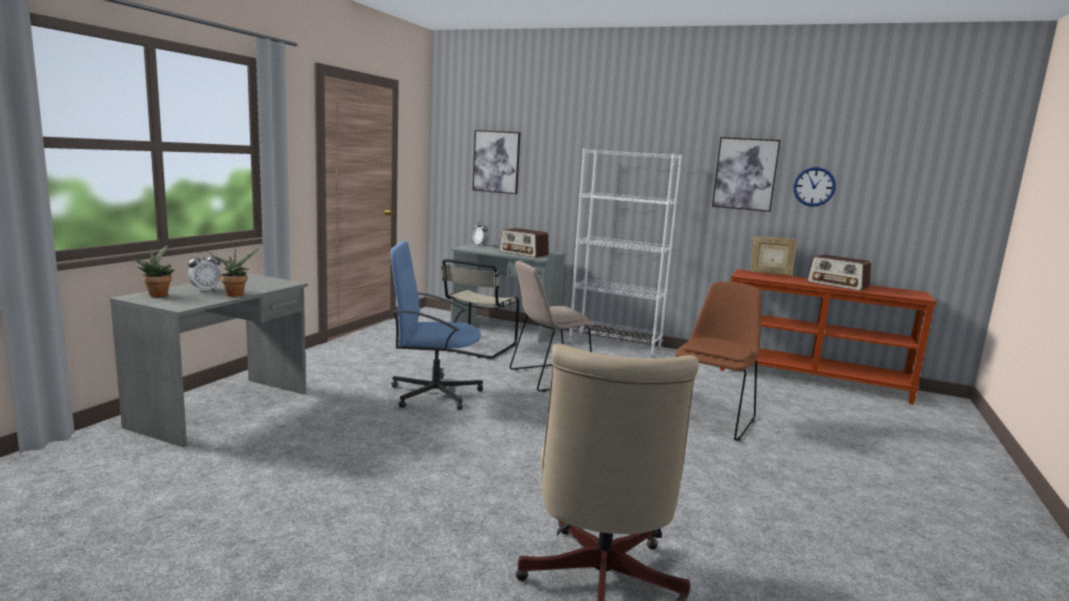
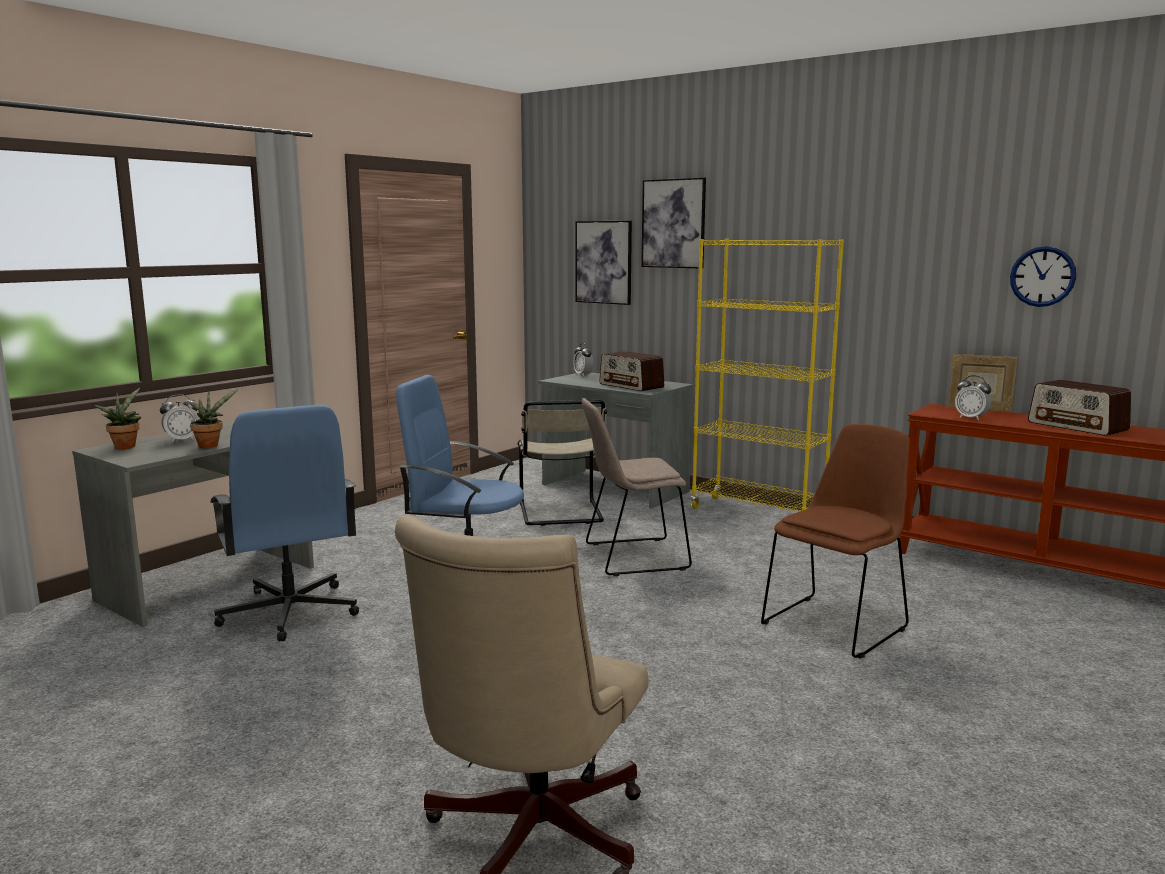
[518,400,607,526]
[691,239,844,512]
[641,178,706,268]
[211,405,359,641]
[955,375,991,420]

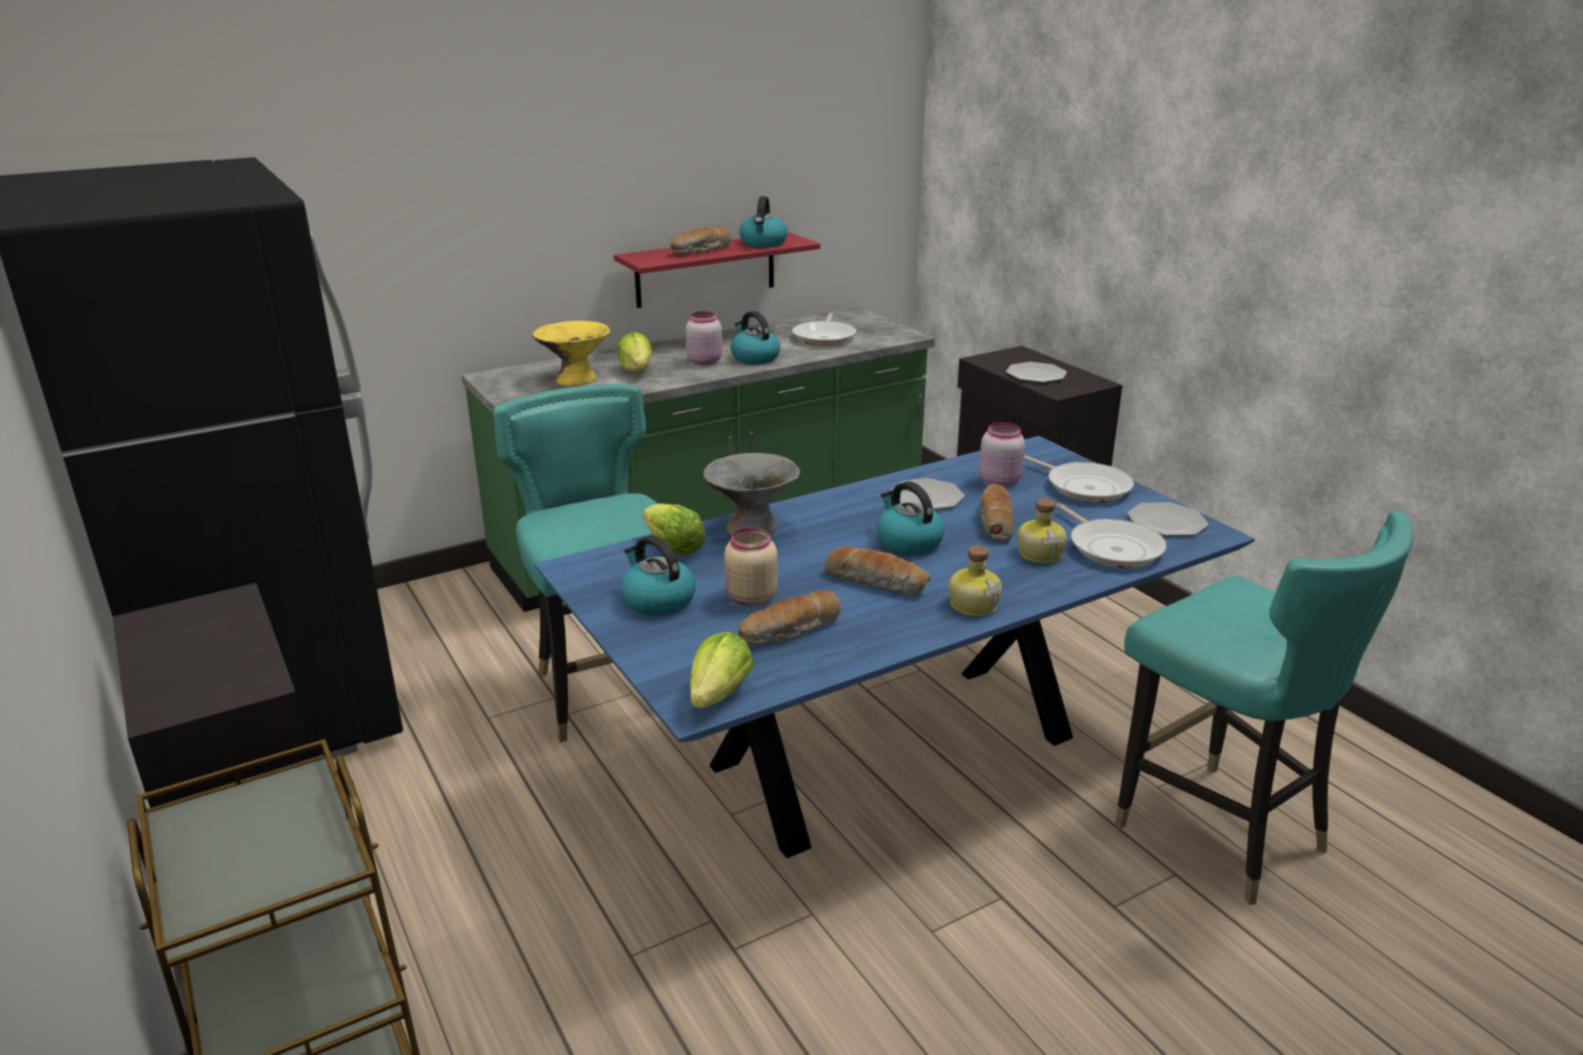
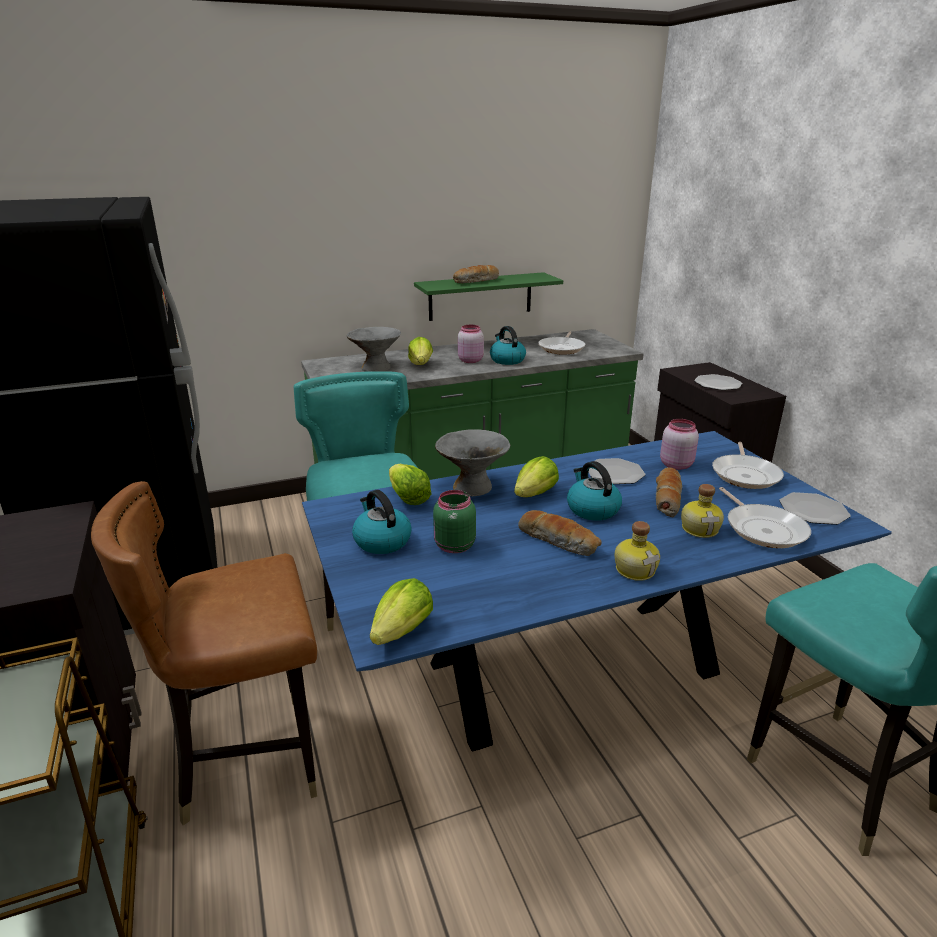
[346,327,401,372]
[414,272,563,321]
[433,490,476,553]
[738,590,841,645] (first image)
[739,196,788,248] (first image)
[712,442,784,489]
[91,481,317,825]
[514,456,559,497]

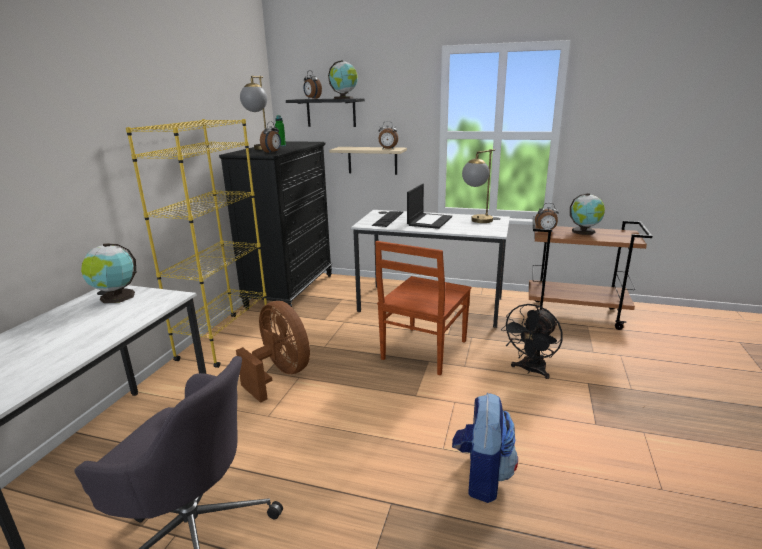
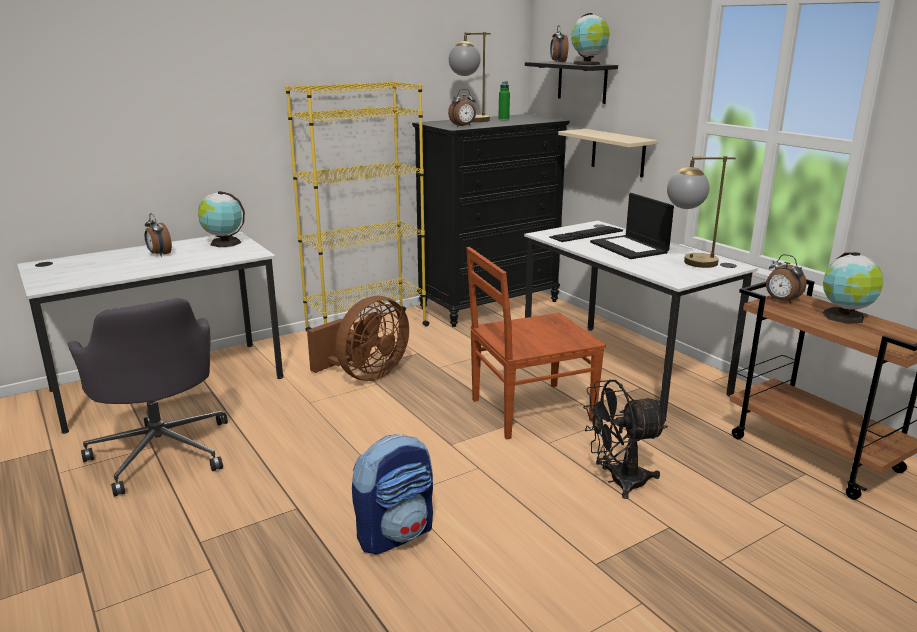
[307,296,409,381]
[144,213,172,257]
[590,193,674,259]

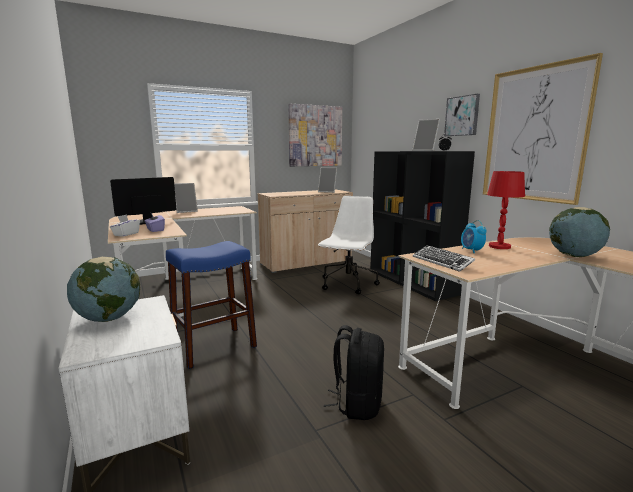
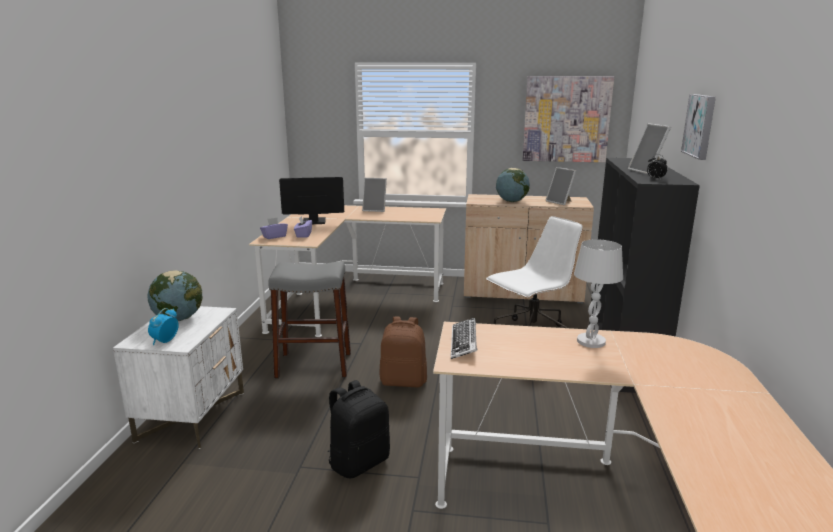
[260,218,288,239]
[268,262,351,378]
[148,308,179,345]
[483,53,603,205] (first image)
[574,239,623,348]
[496,168,530,202]
[380,317,427,387]

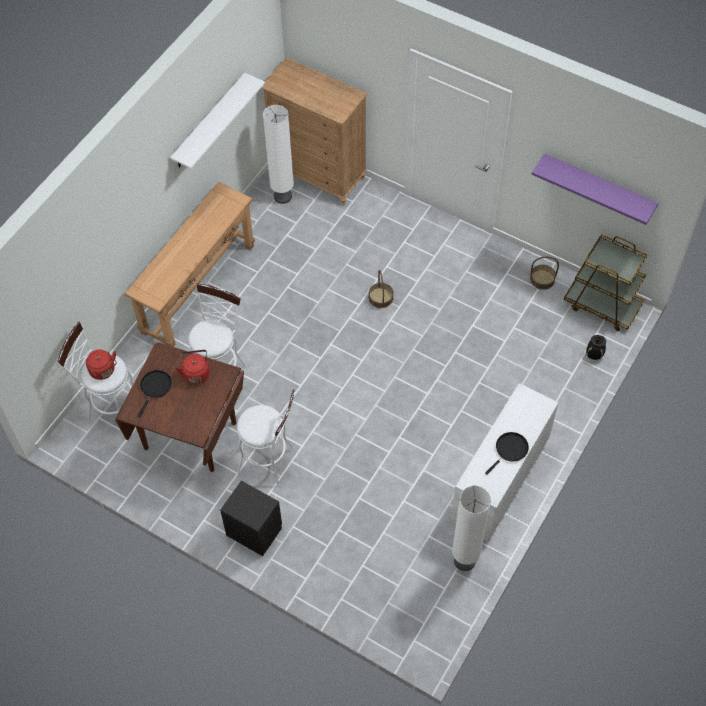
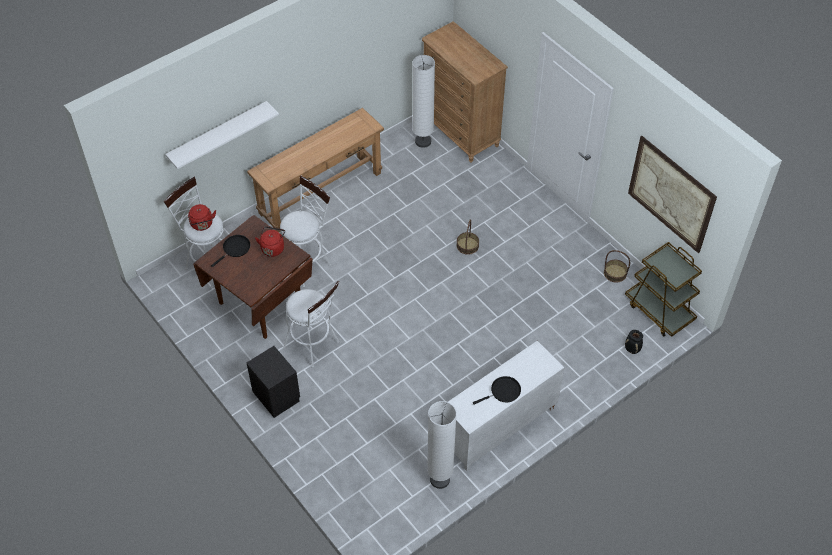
[165,101,279,169]
[628,136,717,253]

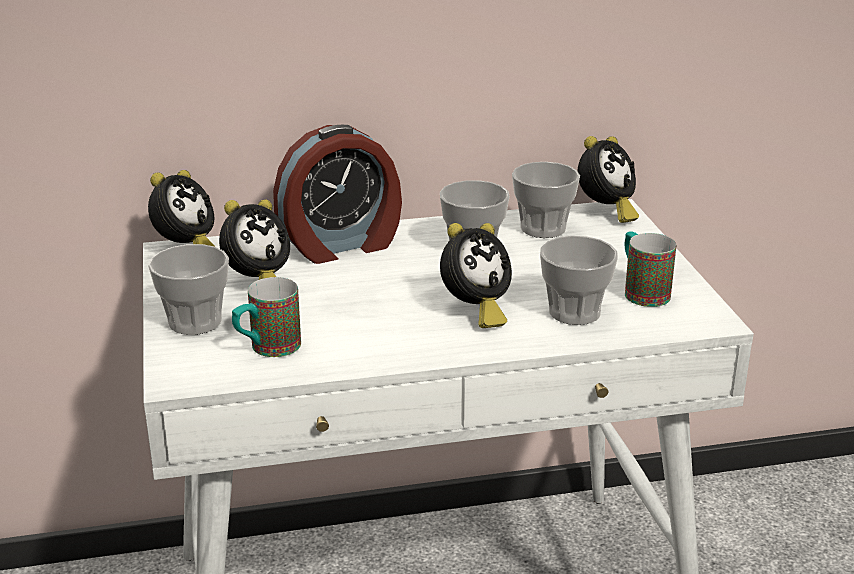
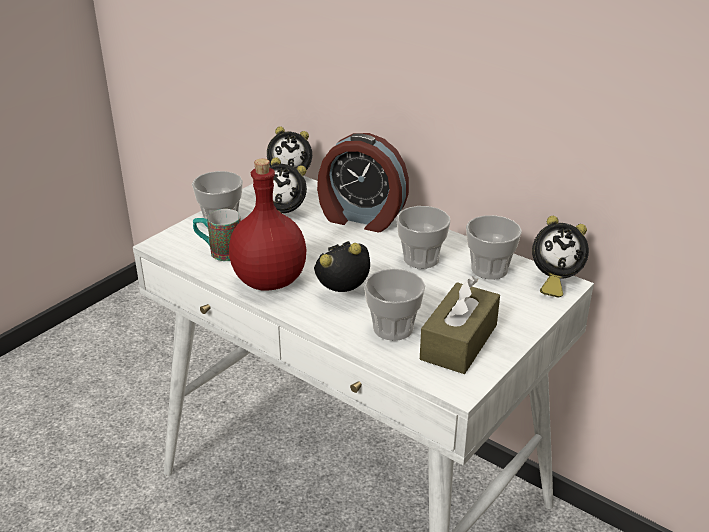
[314,241,370,292]
[420,276,500,374]
[229,158,306,291]

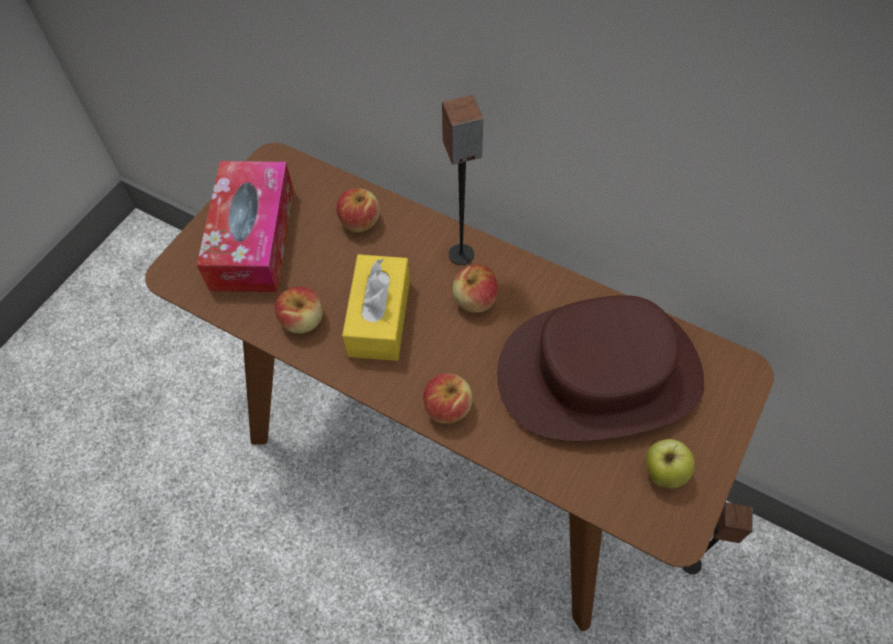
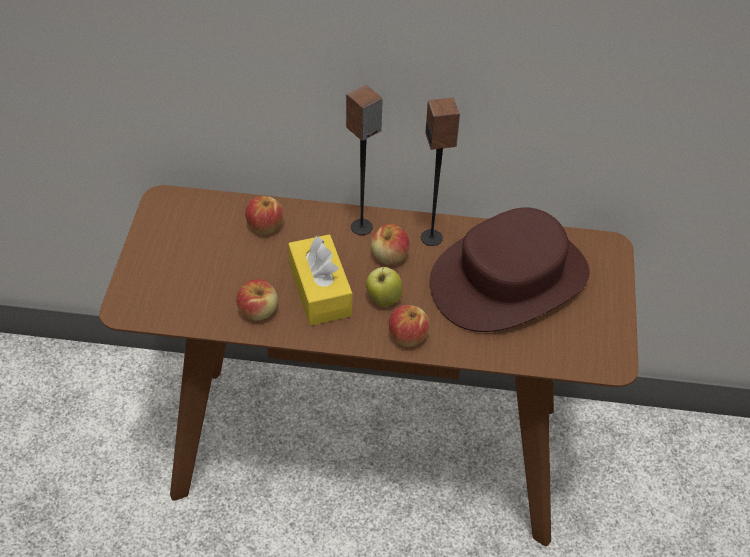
[197,161,294,292] (first image)
[366,267,403,307]
[421,98,460,246]

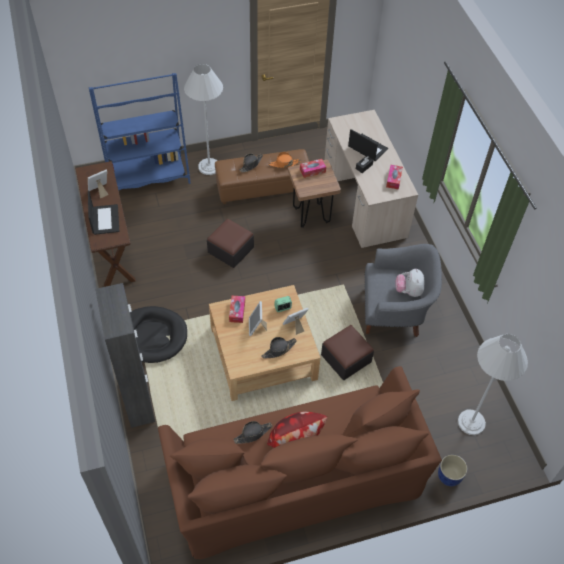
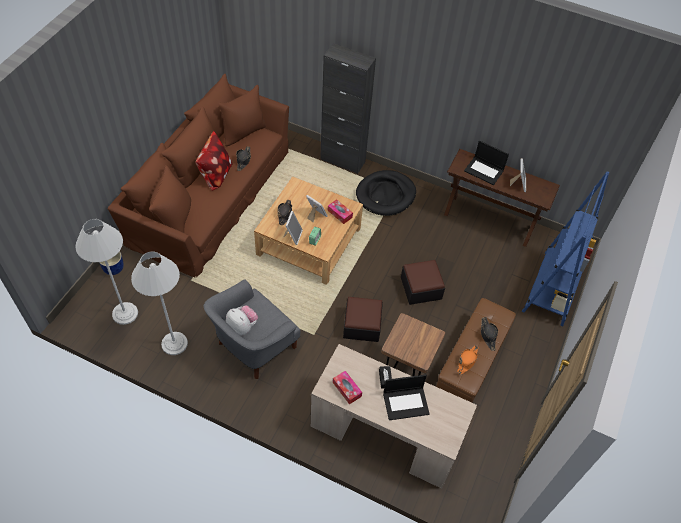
[131,252,188,355]
[300,159,326,178] (first image)
[343,297,383,342]

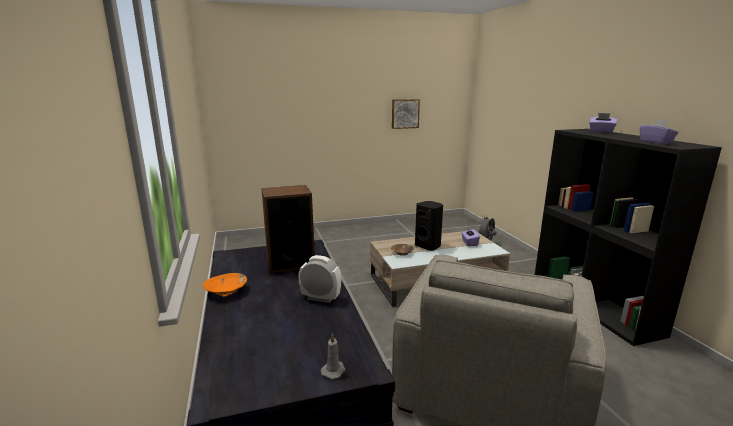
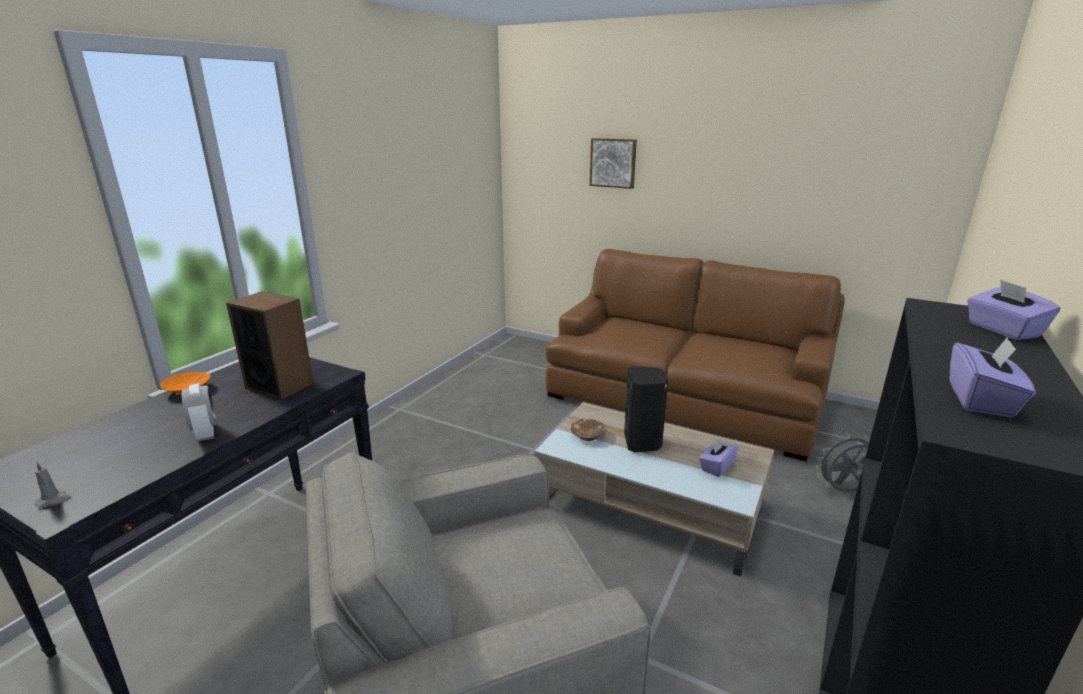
[590,138,637,189]
[545,249,845,461]

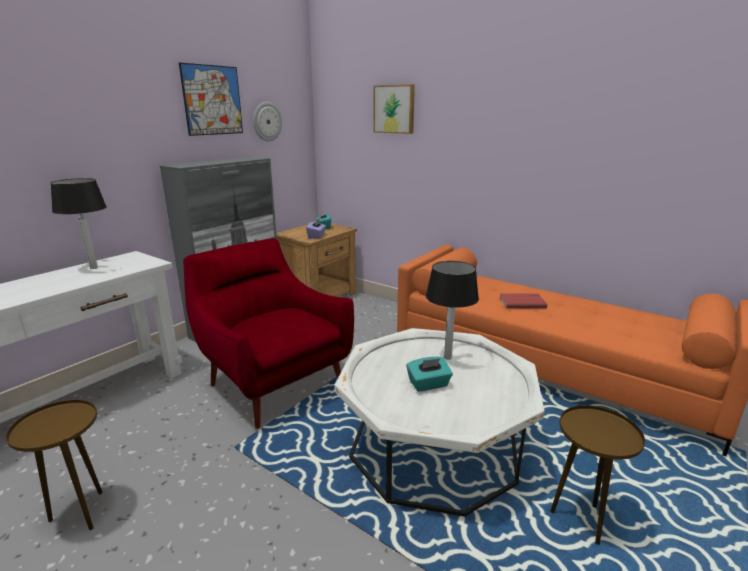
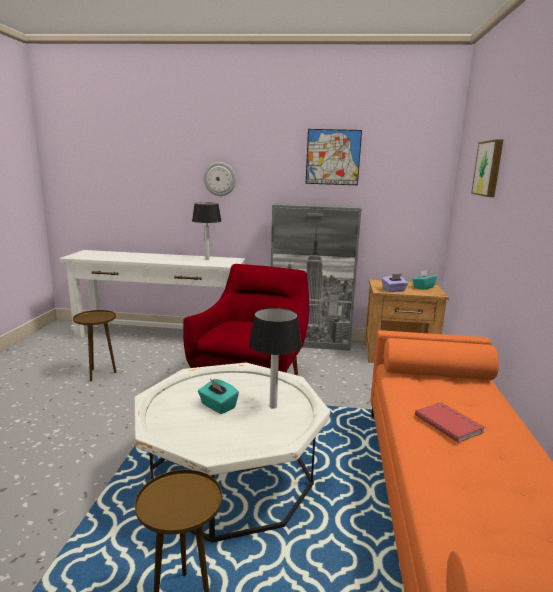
[203,162,236,196]

